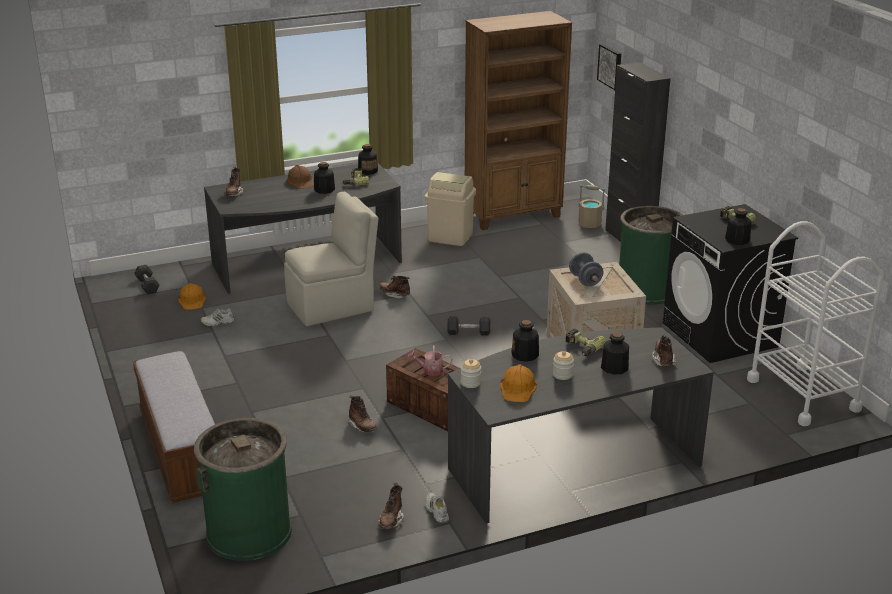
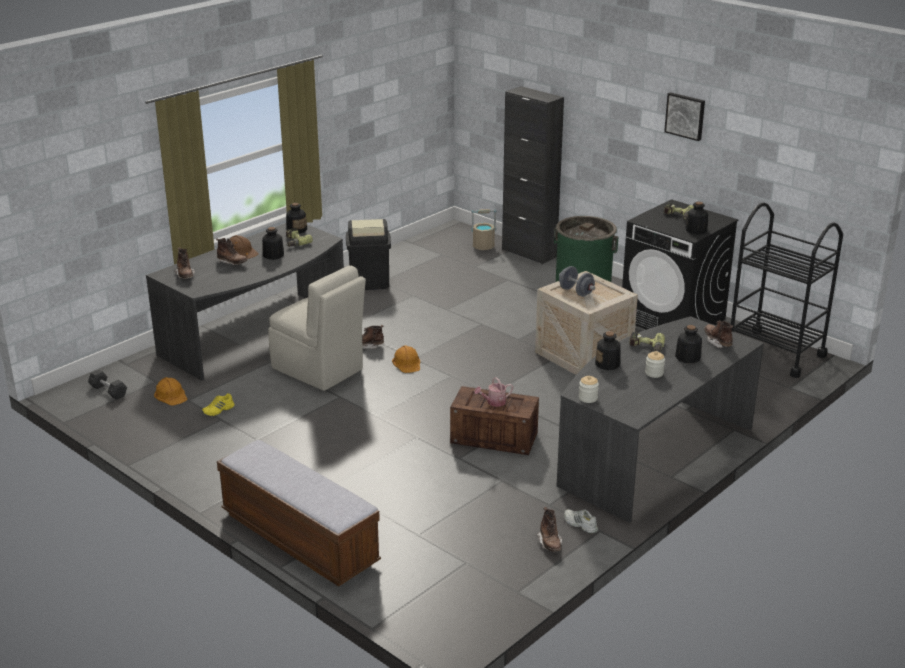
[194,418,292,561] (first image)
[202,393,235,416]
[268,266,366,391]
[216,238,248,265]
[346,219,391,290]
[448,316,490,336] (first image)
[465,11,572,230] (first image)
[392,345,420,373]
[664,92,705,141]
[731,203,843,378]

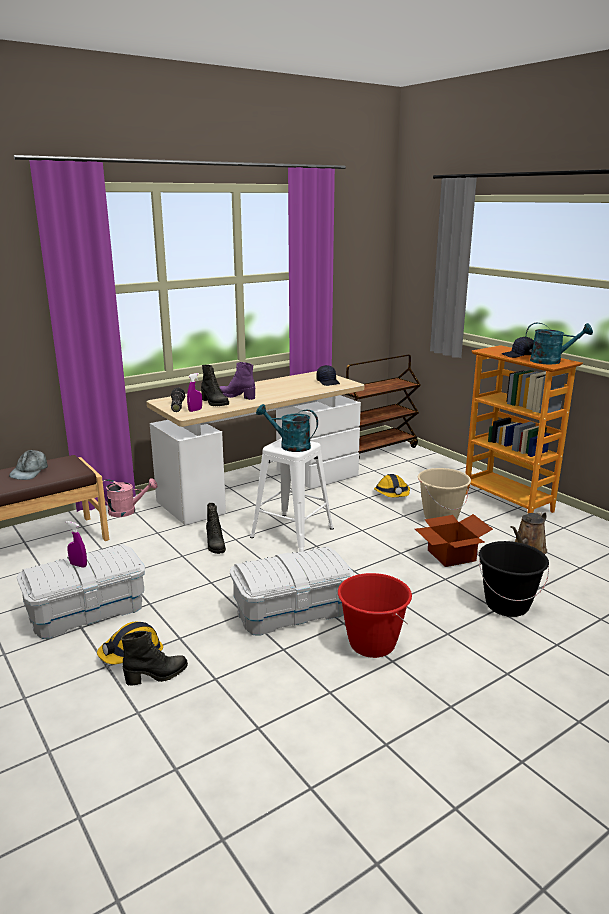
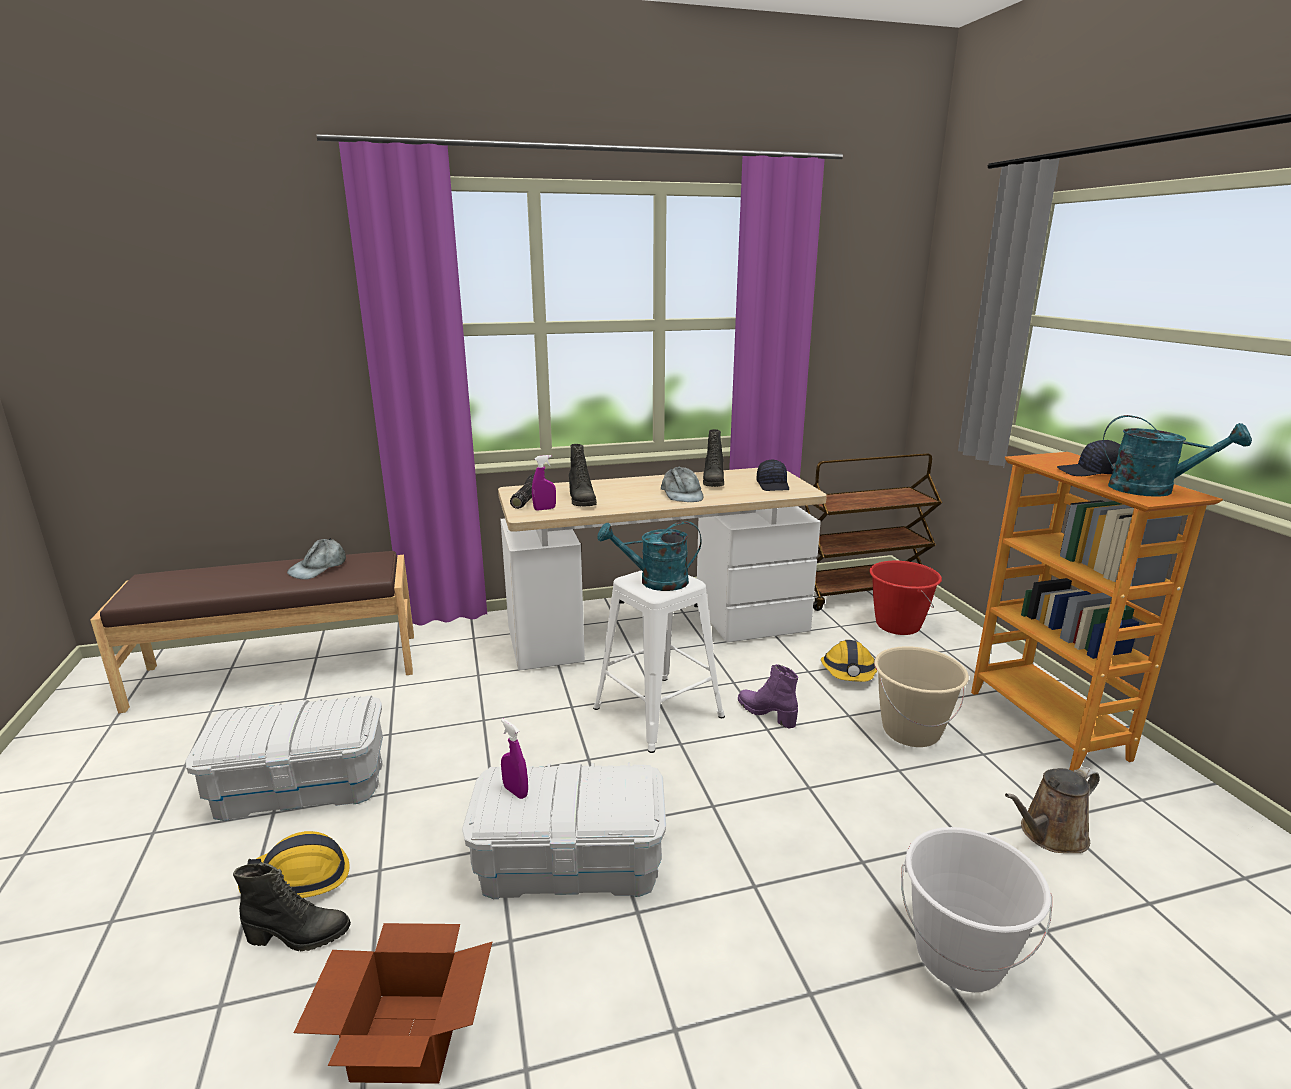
[501,718,528,799]
[103,478,157,517] (first image)
[703,429,724,487]
[738,664,798,729]
[597,521,701,591]
[869,561,942,635]
[294,923,492,1084]
[901,827,1052,992]
[661,467,703,502]

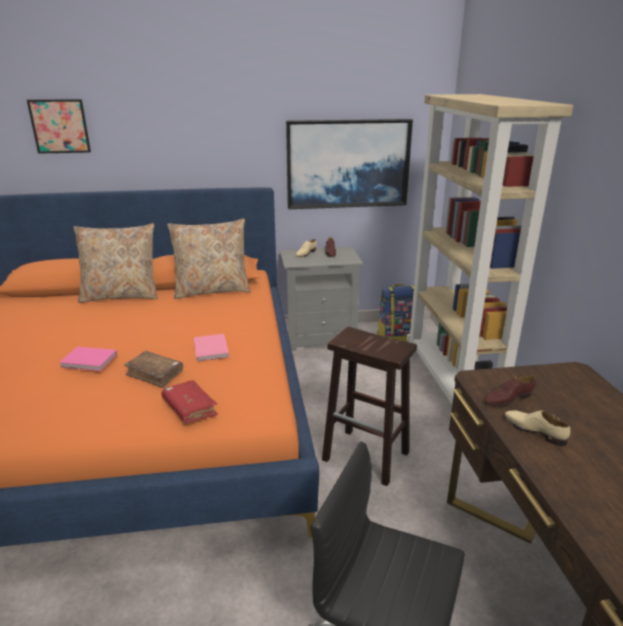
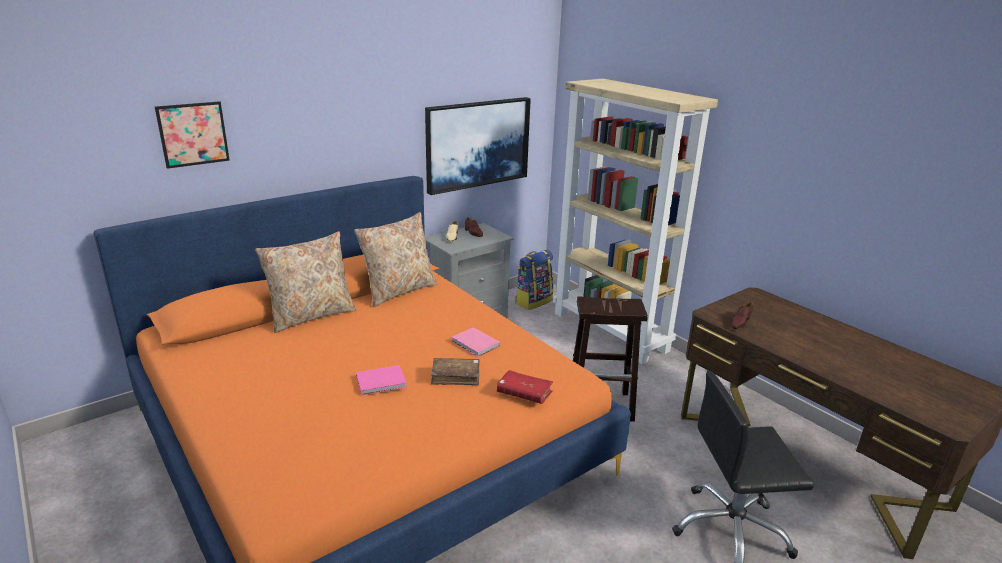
[504,410,570,446] (first image)

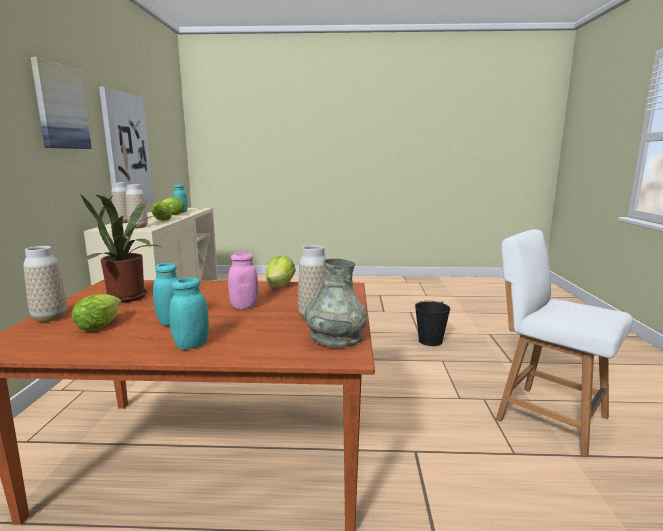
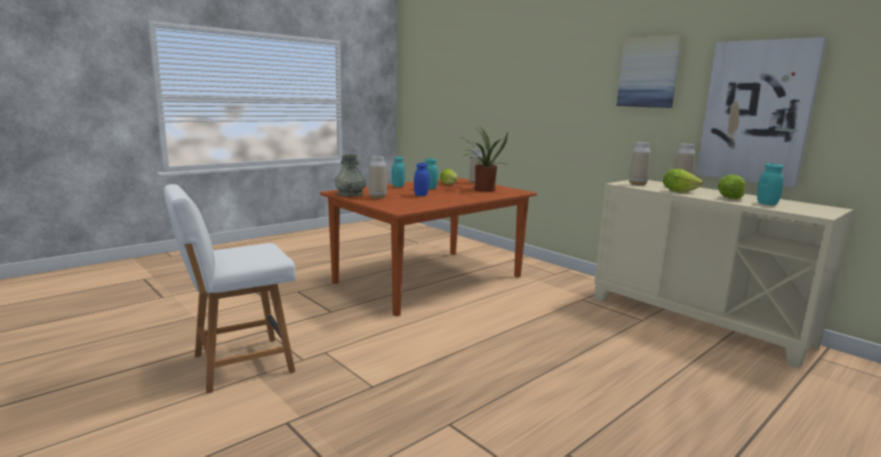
[414,163,429,196]
[266,256,296,287] (first image)
[415,301,450,346] (first image)
[164,184,296,394]

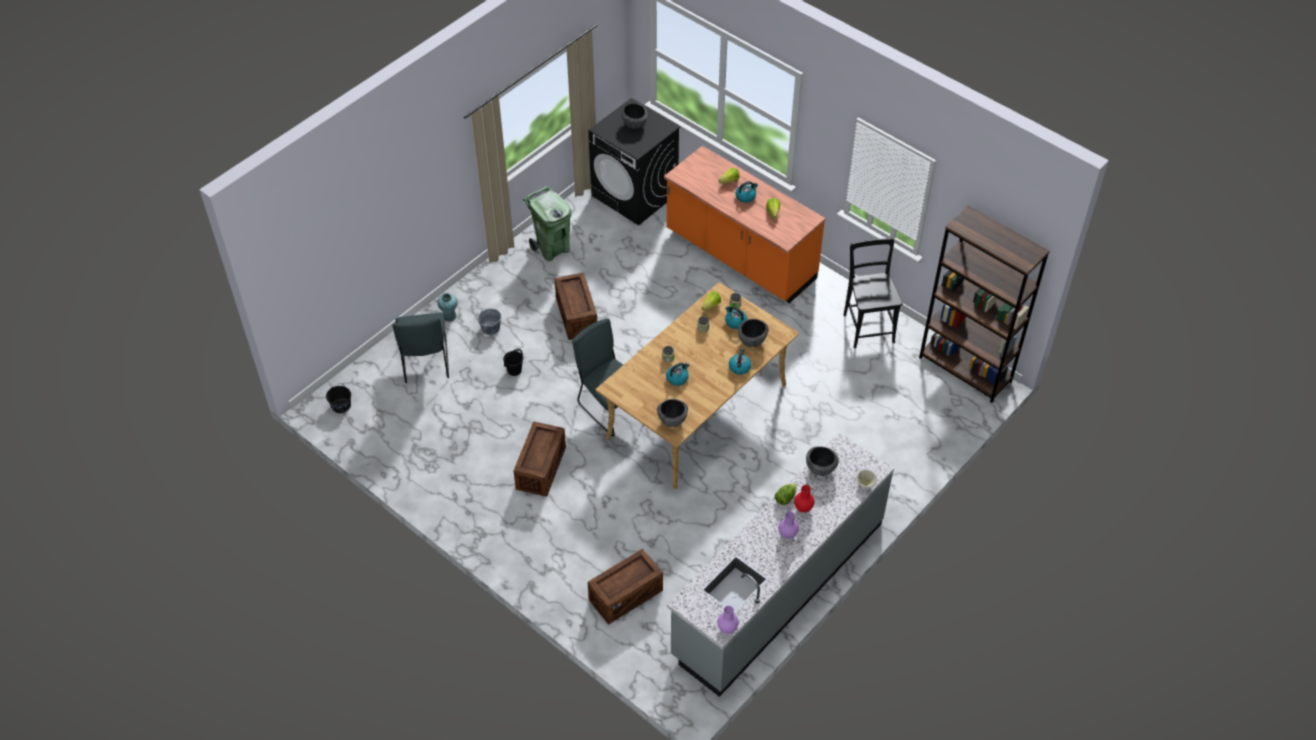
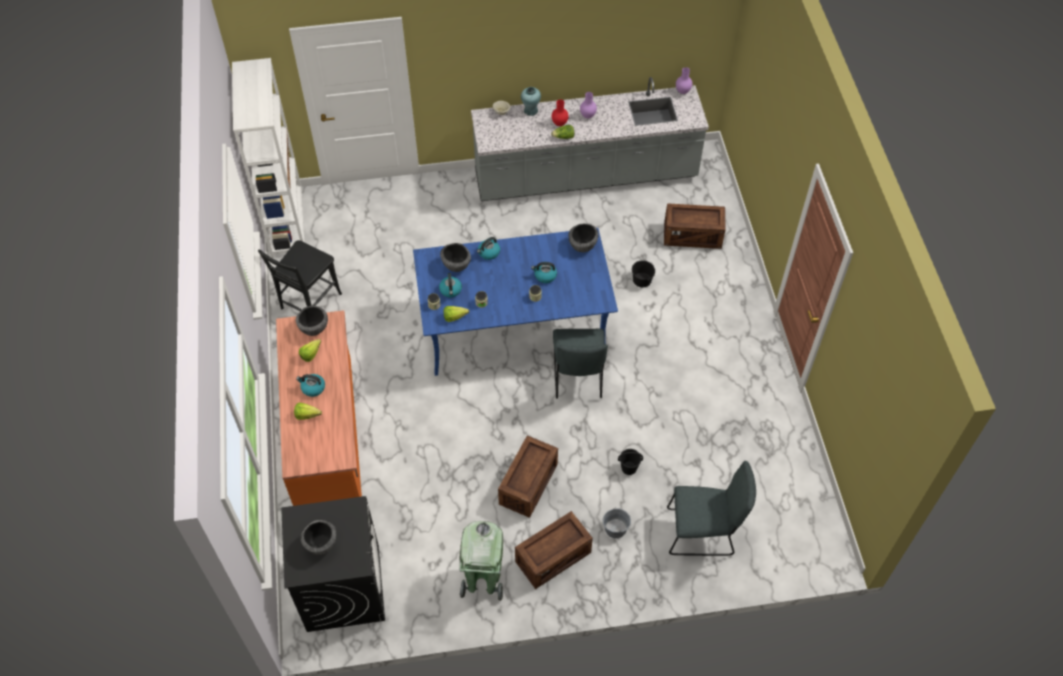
[632,261,655,288]
[667,461,756,556]
[521,87,541,116]
[515,511,593,589]
[413,228,618,376]
[296,306,328,336]
[232,58,305,258]

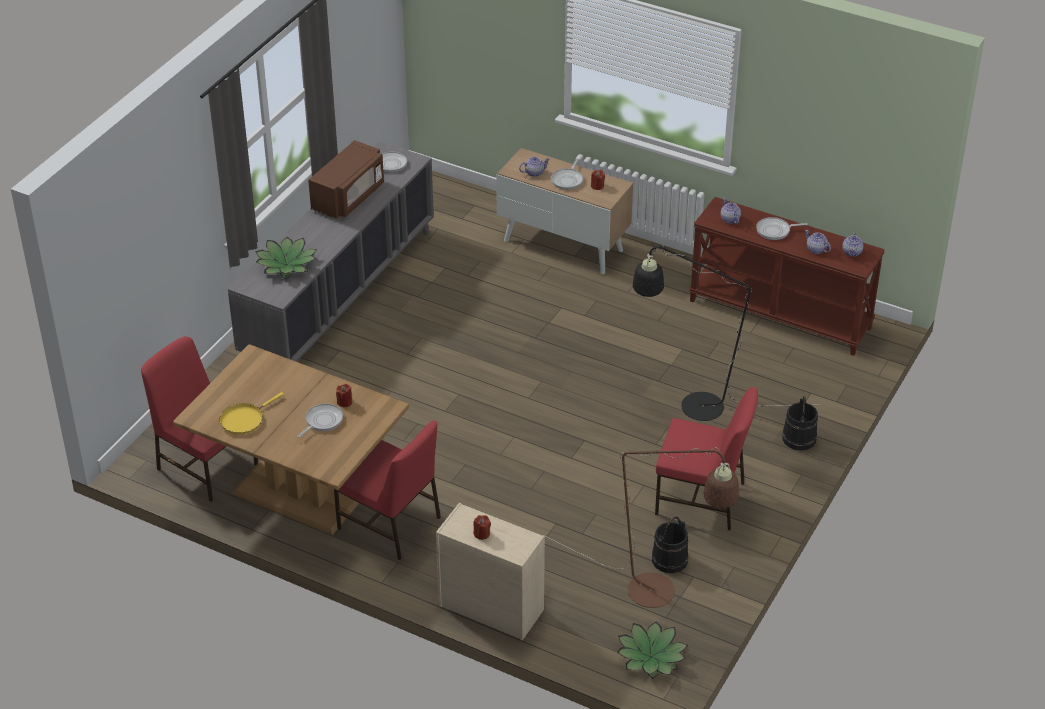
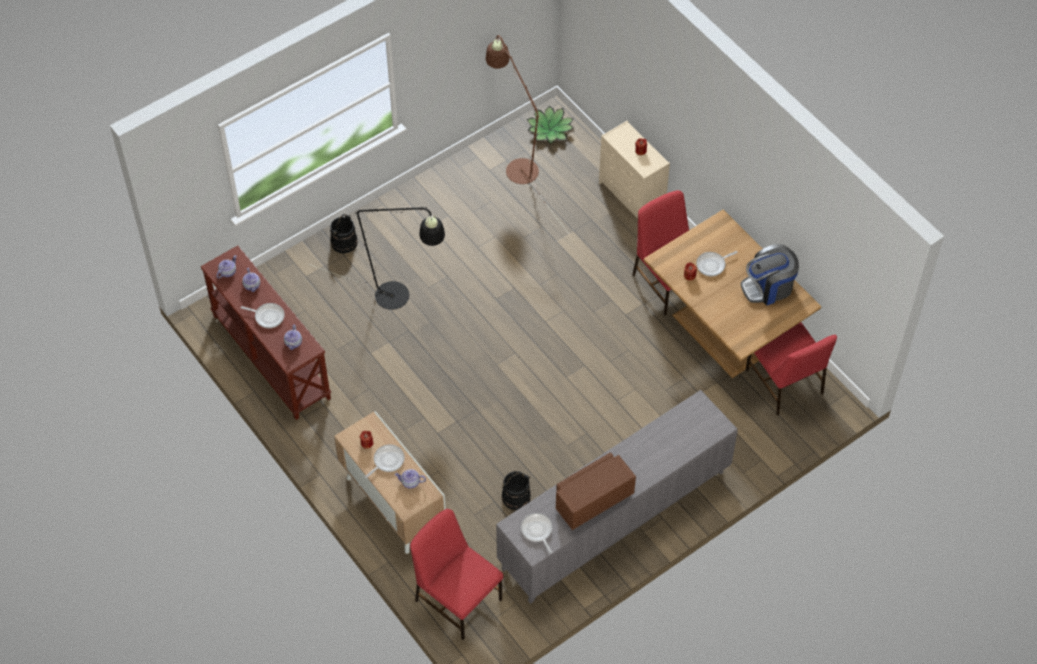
[741,244,799,305]
[255,237,317,279] (first image)
[502,471,531,510]
[410,509,503,640]

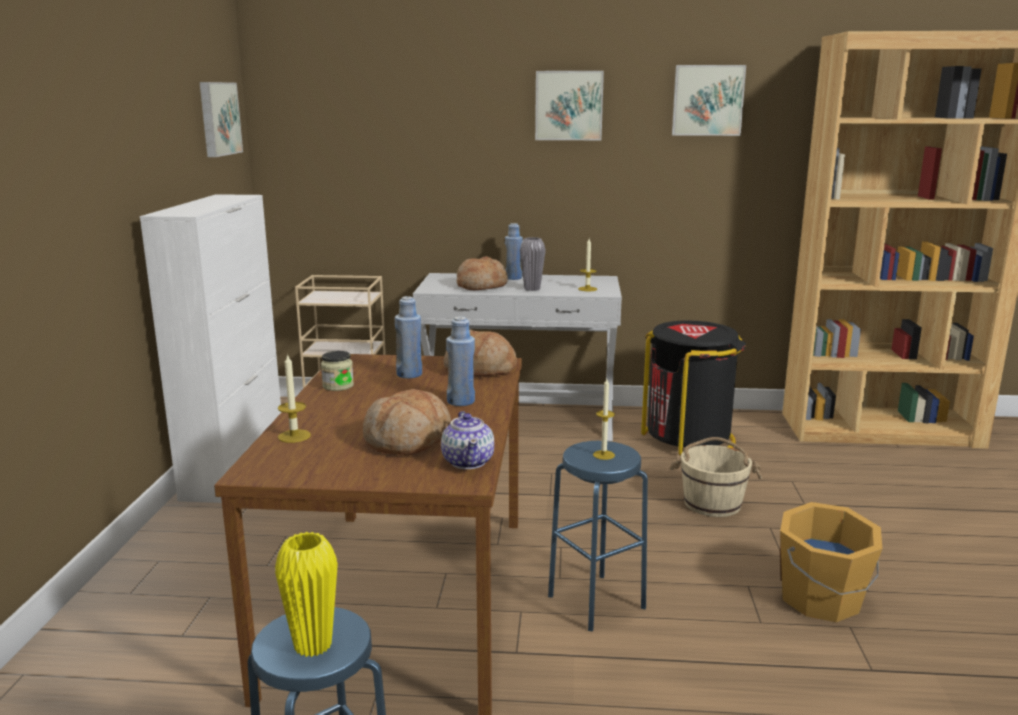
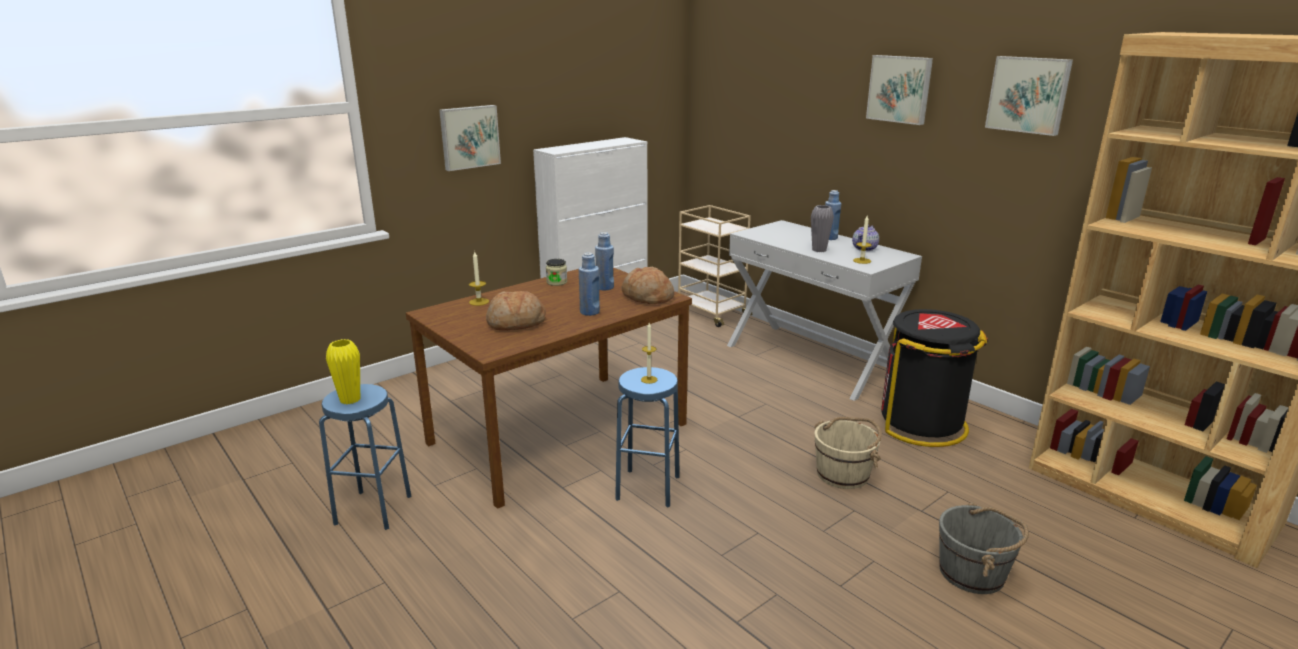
[439,105,501,171]
[852,224,879,251]
[456,256,508,290] (first image)
[780,502,882,622] (first image)
[939,503,1029,594]

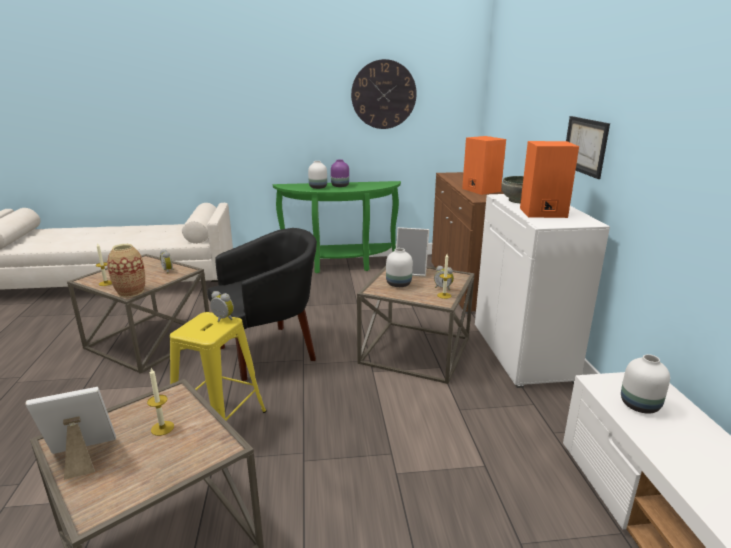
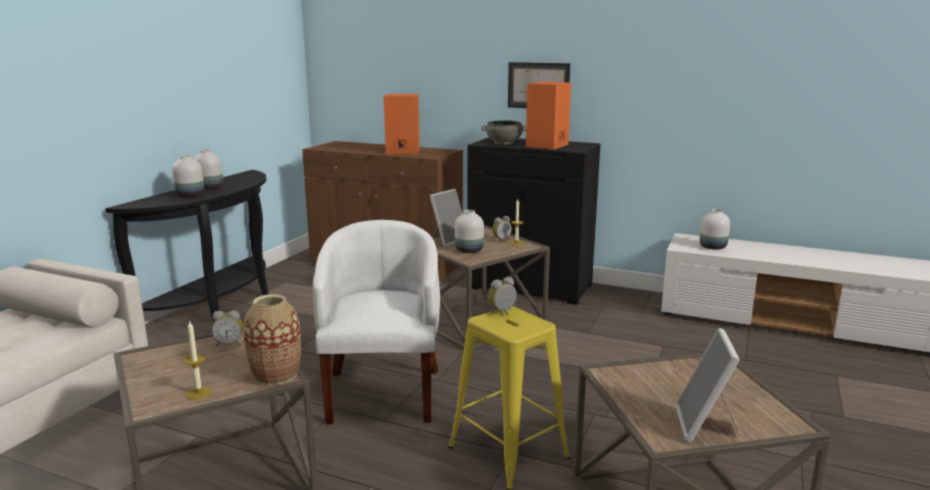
[147,368,174,436] (first image)
[313,220,440,425]
[105,170,269,322]
[194,149,223,189]
[351,59,417,129] (first image)
[467,137,600,305]

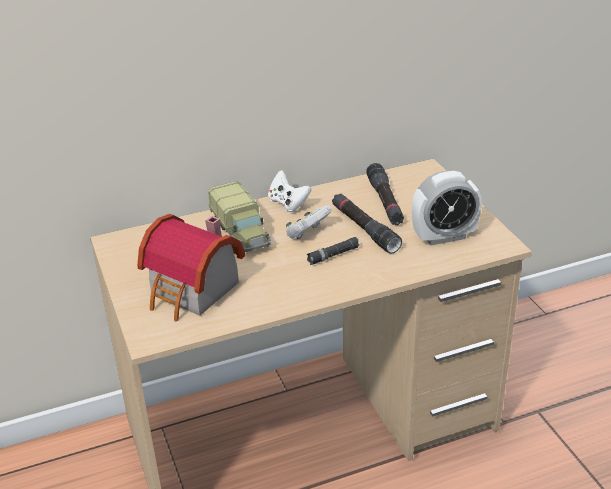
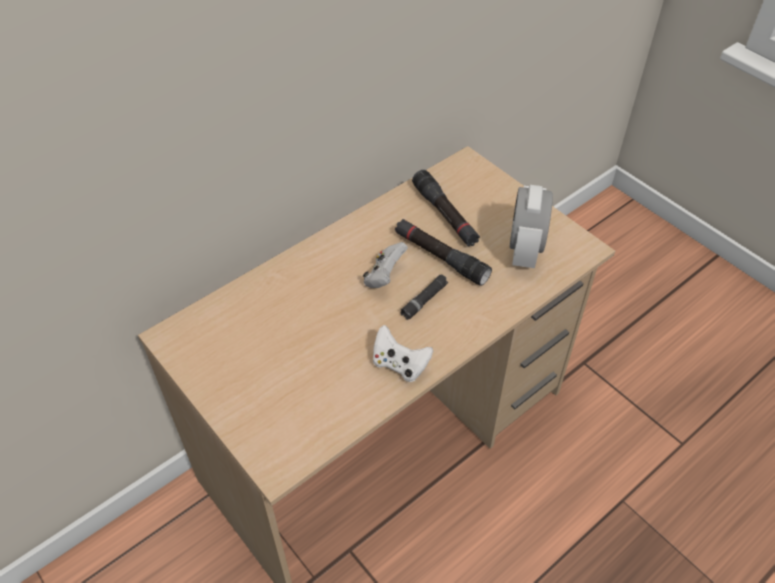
[137,214,246,321] (first image)
[208,181,271,252] (first image)
[373,325,433,382]
[510,185,553,268]

